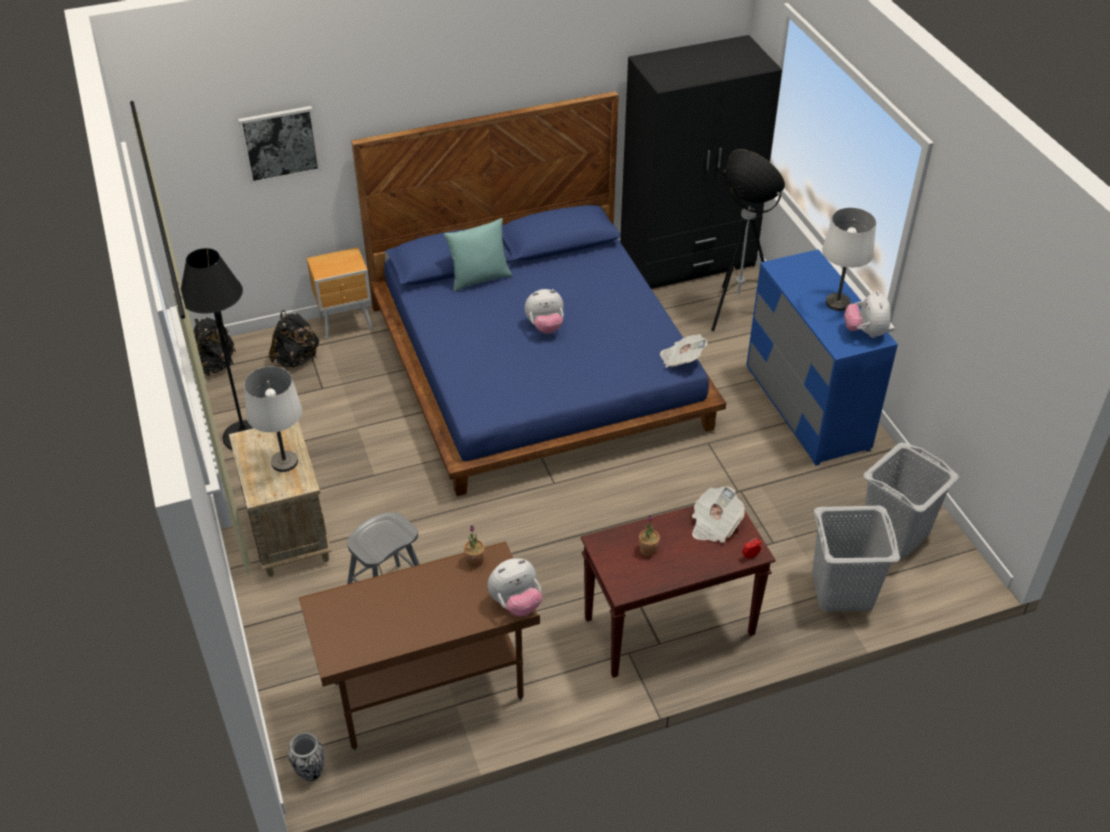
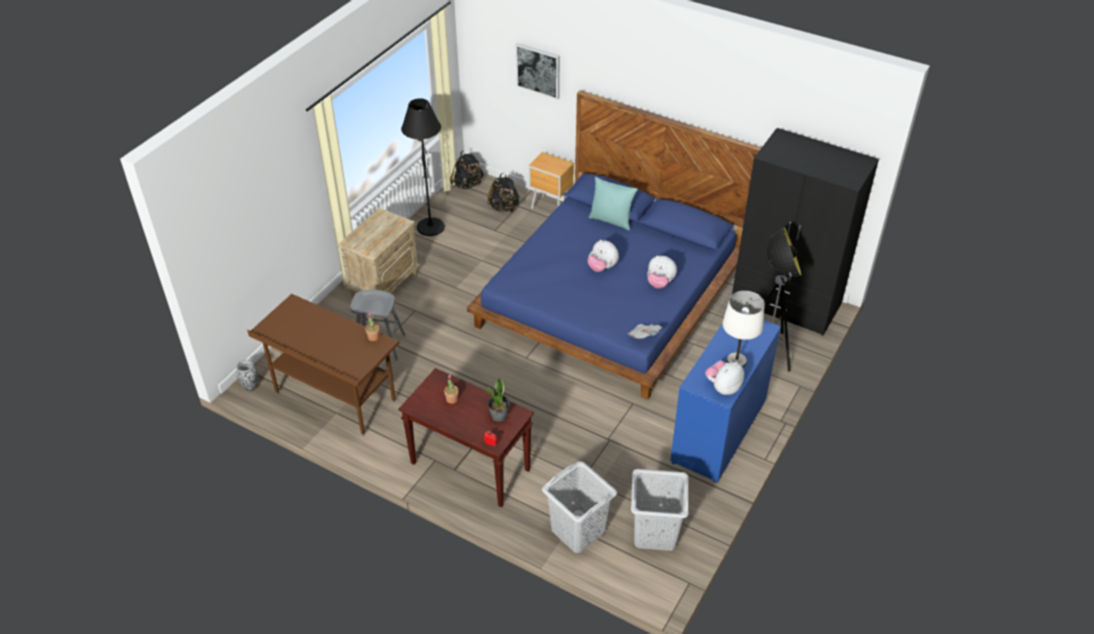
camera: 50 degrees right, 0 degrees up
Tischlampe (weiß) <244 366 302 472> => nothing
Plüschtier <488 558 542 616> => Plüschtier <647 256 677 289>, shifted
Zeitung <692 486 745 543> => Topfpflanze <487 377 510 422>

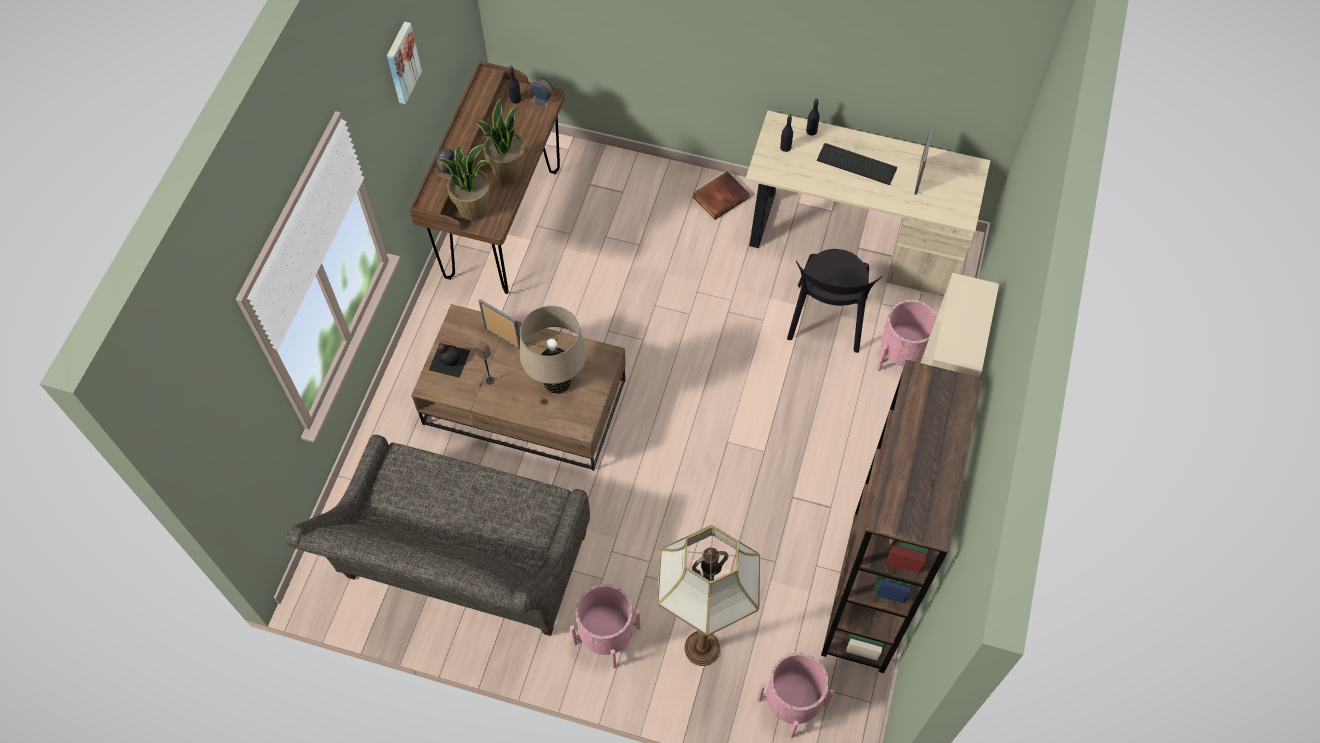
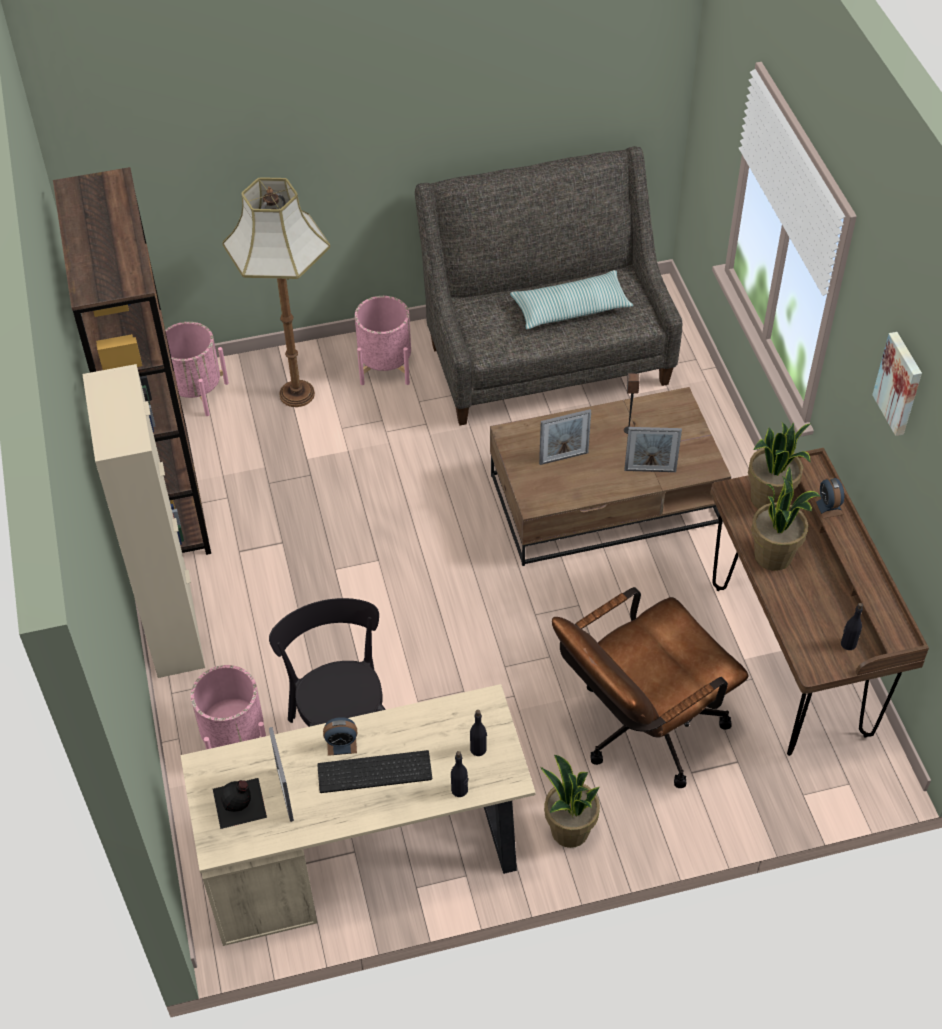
camera: 150 degrees right, 10 degrees down
Flasche (schwarz) <429 343 470 378> => Flasche (schwarz) <213 778 267 829>, shifted
Tischlampe (beige) <520 306 587 394> => Bilderrahmen <539 409 591 465>
Wecker <531 77 555 108> => Wecker <323 717 357 756>, shifted
Buch <693 171 750 220> => Topfpflanze <540 755 600 848>
nothing => Kissen <510 270 633 329>
nothing => Bürostuhl (braun) <552 587 748 788>

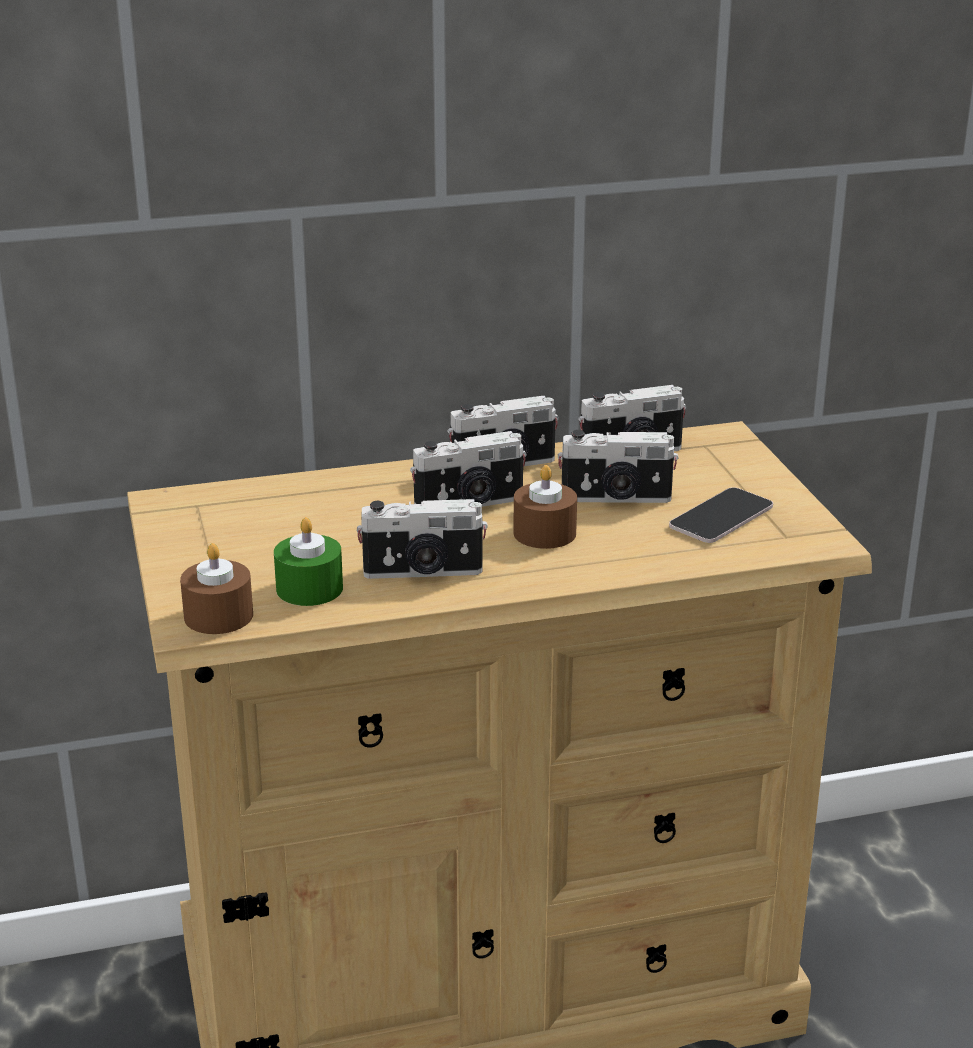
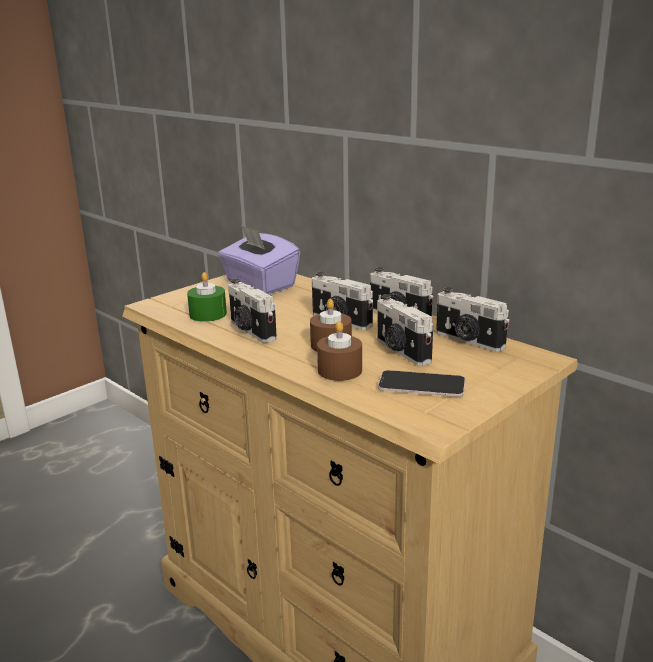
camera: 60 degrees right, 5 degrees down
Kerze (braun) <180 543 253 634> => Kerze (braun) <317 321 362 381>, shifted
nothing => Taschentuchbox (lila) <218 225 300 294>

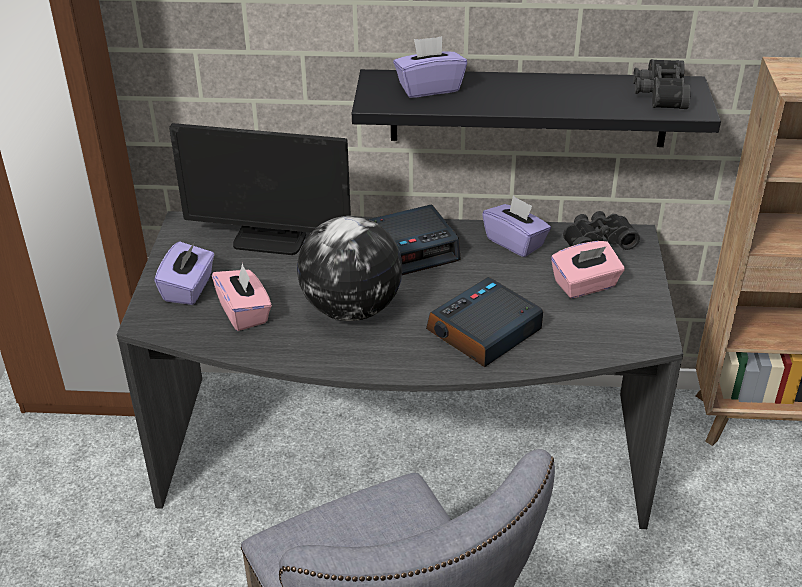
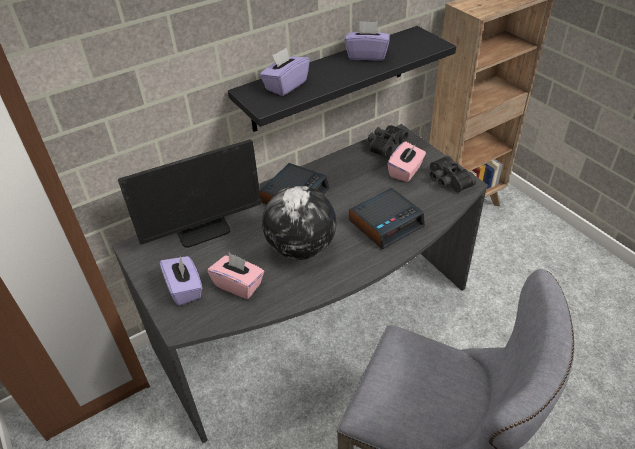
camera: 35 degrees left, 5 degrees up
Wecker <426 277 543 367> => Wecker <349 188 425 250>, 135 degrees counterclockwise
Taschentuchbox (lila) <482 195 551 257> => Taschentuchbox (lila) <345 21 390 61>, shifted
Fernglas (schwarz) <633 59 691 109> => Fernglas (schwarz) <430 156 476 193>, shifted

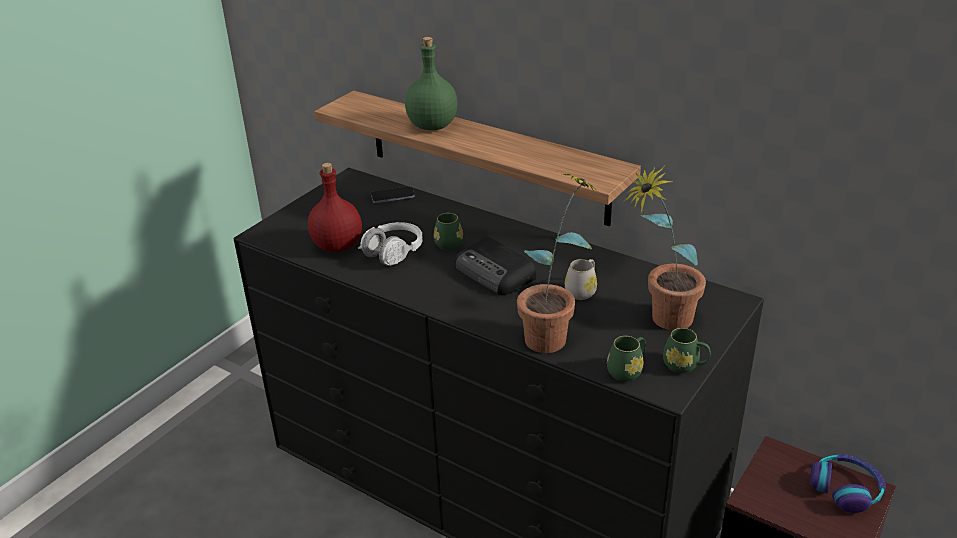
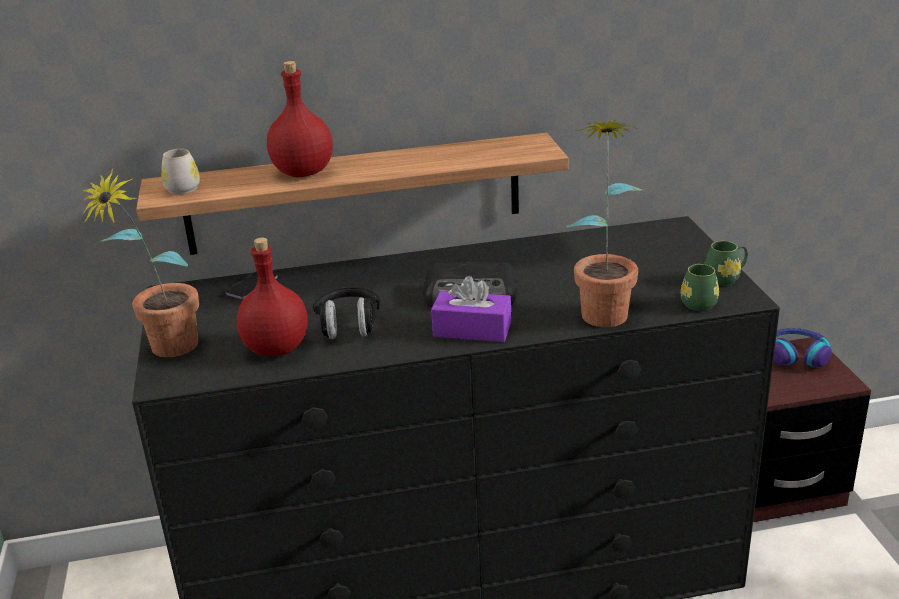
camera: 45 degrees left, 5 degrees down
Kopfhörer (weiß) <358 222 423 266> => Kopfhörer (schwarz) <313 287 381 339>
Flasche (grün) <405 37 458 130> => Flasche (rot) <267 61 333 177>
Henkelbecher (grün) <434 212 463 250> => nothing
Henkelbecher (weiß) <565 259 597 300> => Henkelbecher (weiß) <161 149 200 194>, shifted
Topfpflanze <624 165 706 330> => Topfpflanze <81 168 199 357>, shifted
nothing => Taschentuchbox (lila) <431 276 511 342>

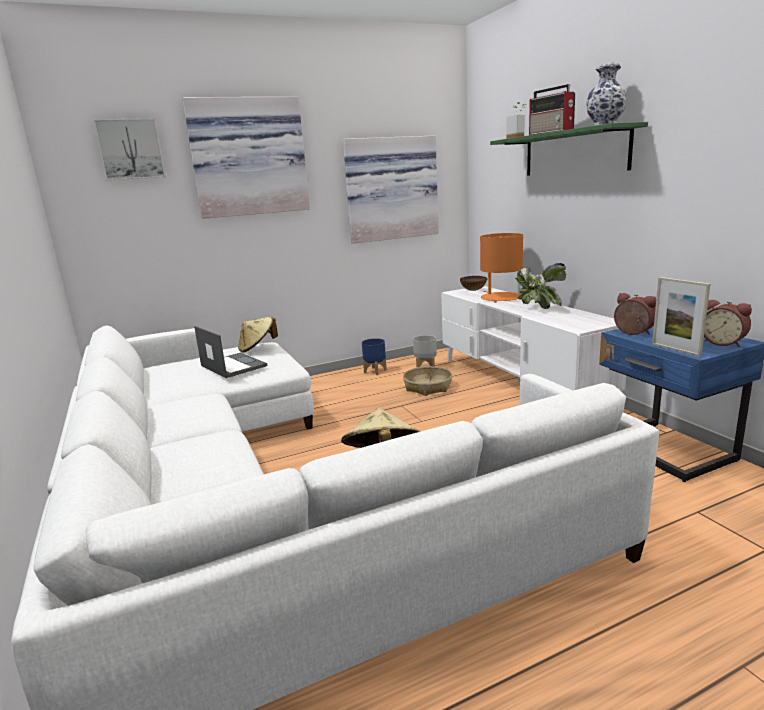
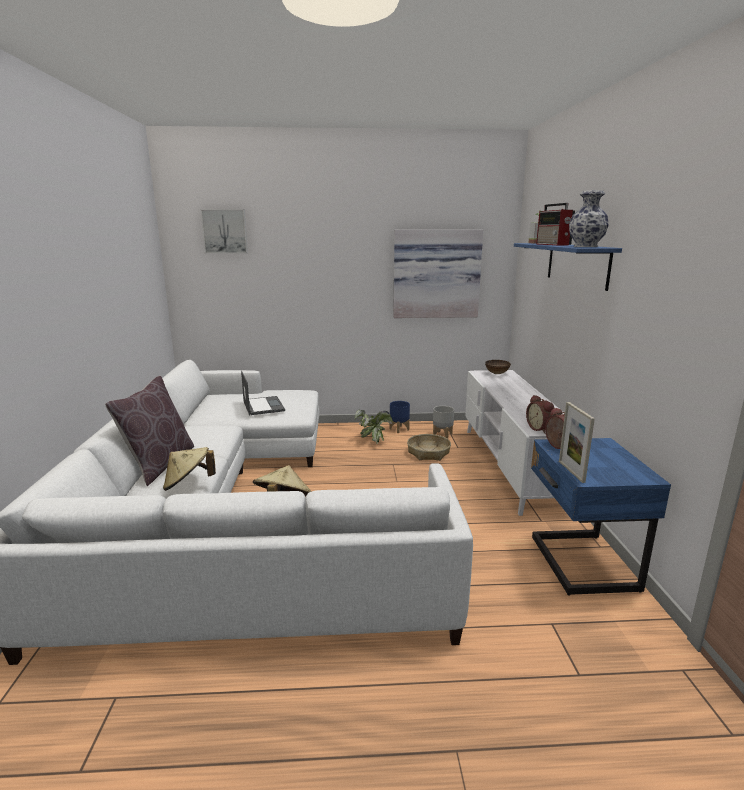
camera: 20 degrees right, 0 degrees up
Bild <182 97 310 219> => nothing
Hut (beige) <238 317 278 353> => Hut (beige) <163 447 216 491>, shifted
Tischlampe (orange) <480 233 523 303> => nothing
Wandregal (grün) <490 122 648 176> => Wandregal (blau) <514 243 622 291>
Topfpflanze <516 263 566 309> => Topfpflanze <355 410 393 444>, shifted
Wecker <704 300 752 347> => Wecker <526 395 554 434>, shifted
nothing => Kissen (braun) <105 376 194 486>

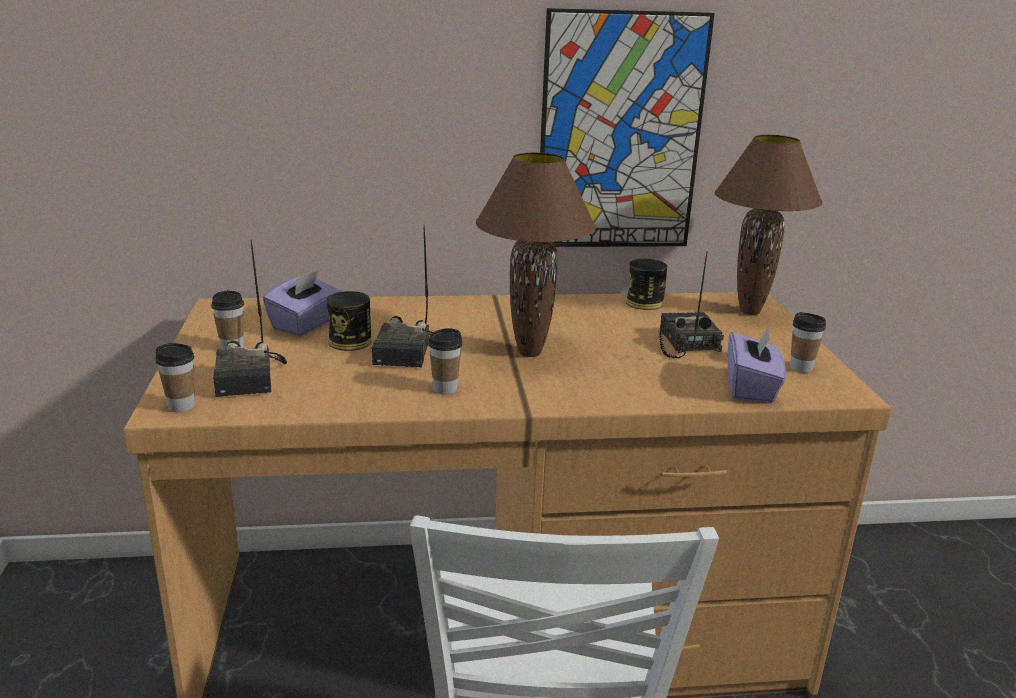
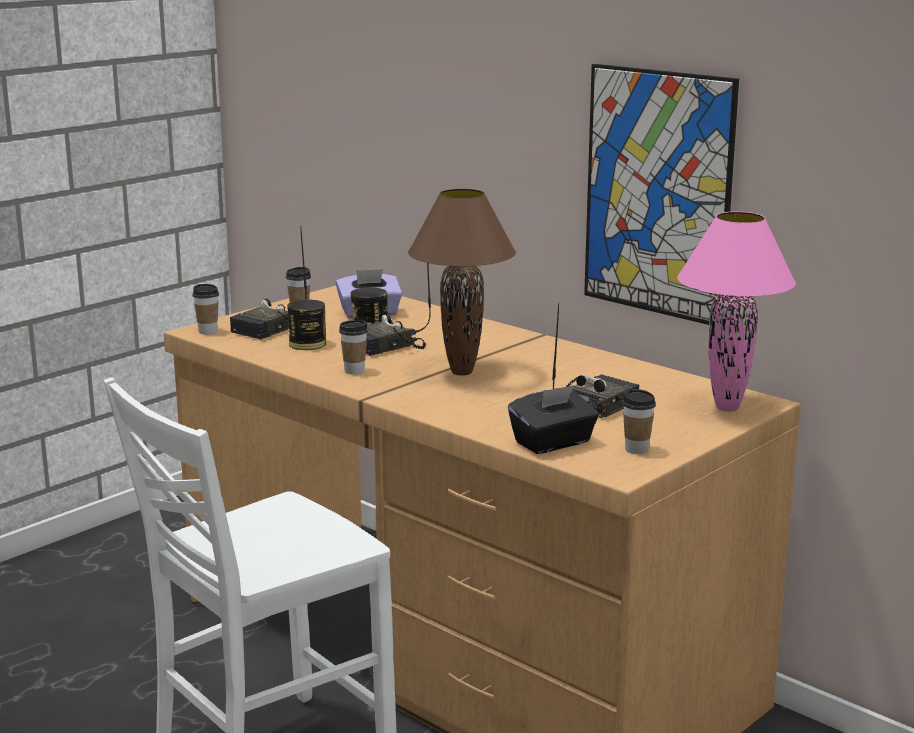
camera: 50 degrees right, 5 degrees down
Dose <626 259 667 310> => Dose <287 300 326 350>, shifted
Tischlampe (braun) <715 135 822 315> => Tischlampe (rosa) <677 212 796 412>
Taschentuchbox (lila) <727 327 786 403> => Taschentuchbox (schwarz) <508 385 599 454>

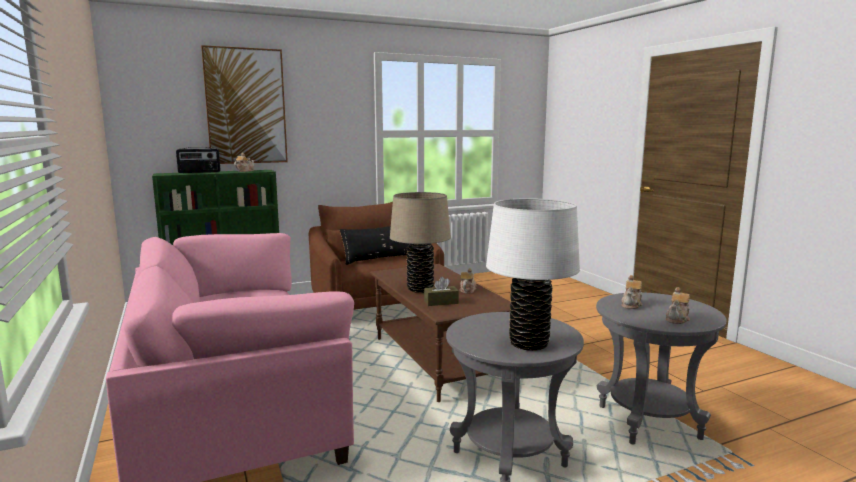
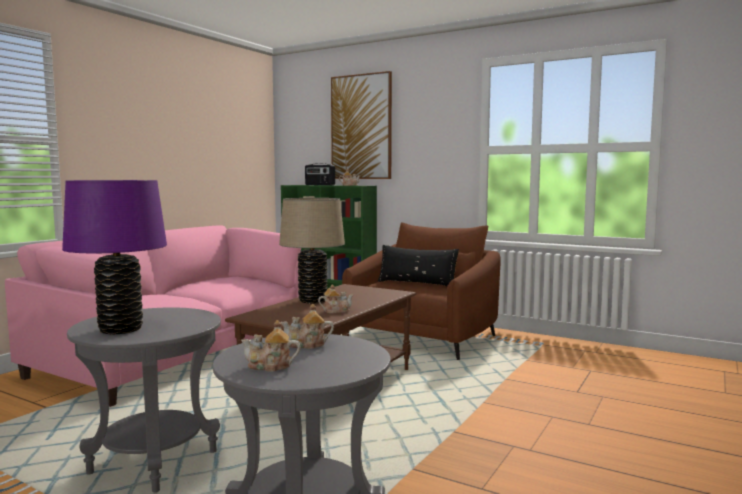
camera: 55 degrees right, 5 degrees down
Taschentuchbox (braun) <424 277 459 306> => nothing
Tischlampe (weiß) <486 198 580 351> => Tischlampe (lila) <62 180 167 335>

